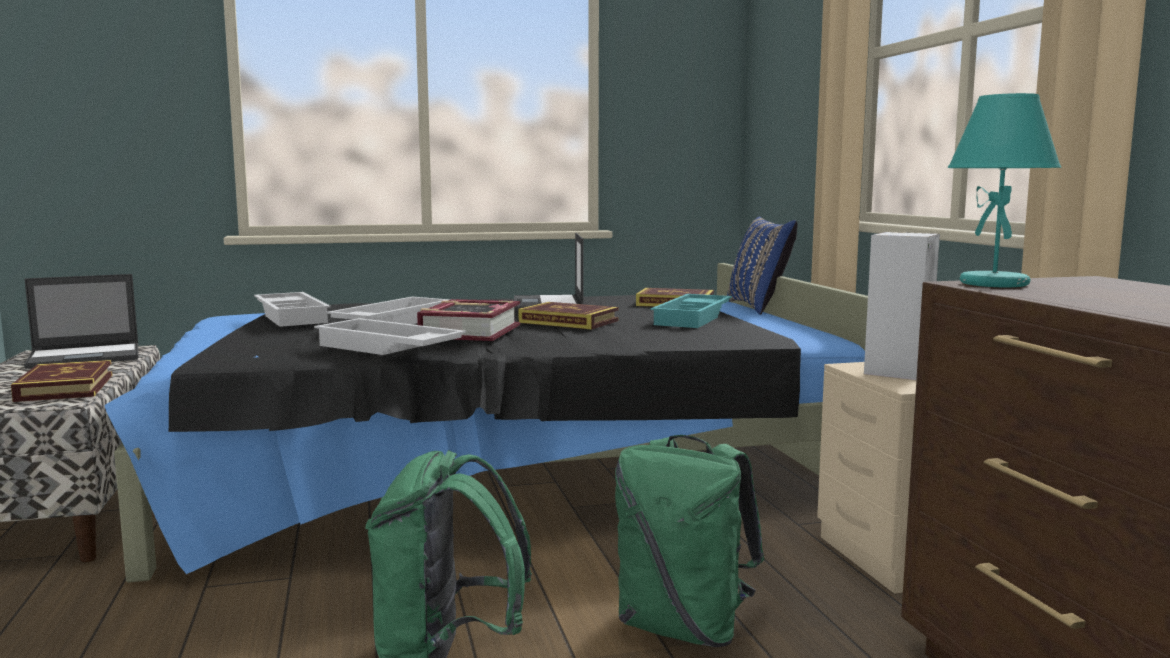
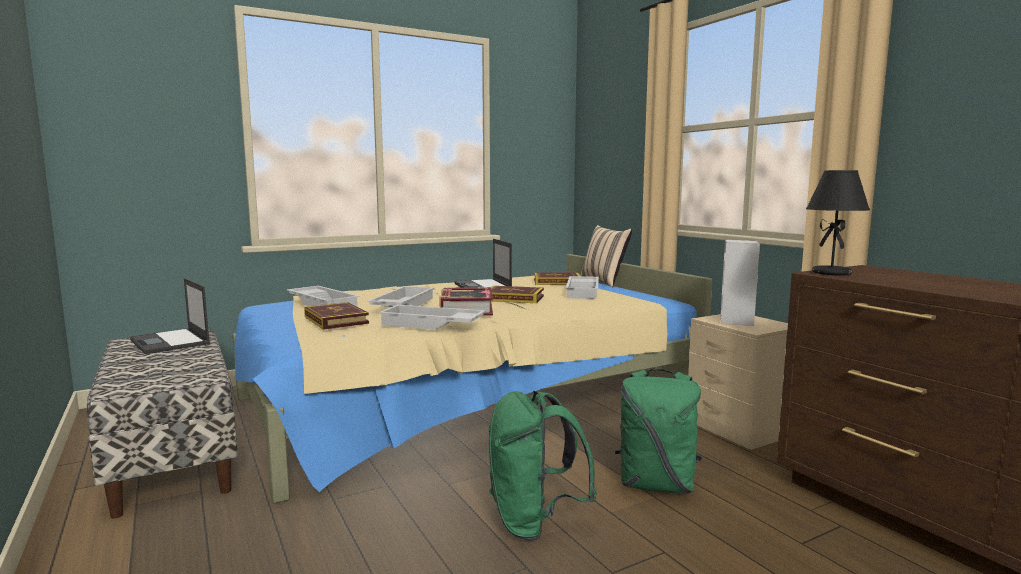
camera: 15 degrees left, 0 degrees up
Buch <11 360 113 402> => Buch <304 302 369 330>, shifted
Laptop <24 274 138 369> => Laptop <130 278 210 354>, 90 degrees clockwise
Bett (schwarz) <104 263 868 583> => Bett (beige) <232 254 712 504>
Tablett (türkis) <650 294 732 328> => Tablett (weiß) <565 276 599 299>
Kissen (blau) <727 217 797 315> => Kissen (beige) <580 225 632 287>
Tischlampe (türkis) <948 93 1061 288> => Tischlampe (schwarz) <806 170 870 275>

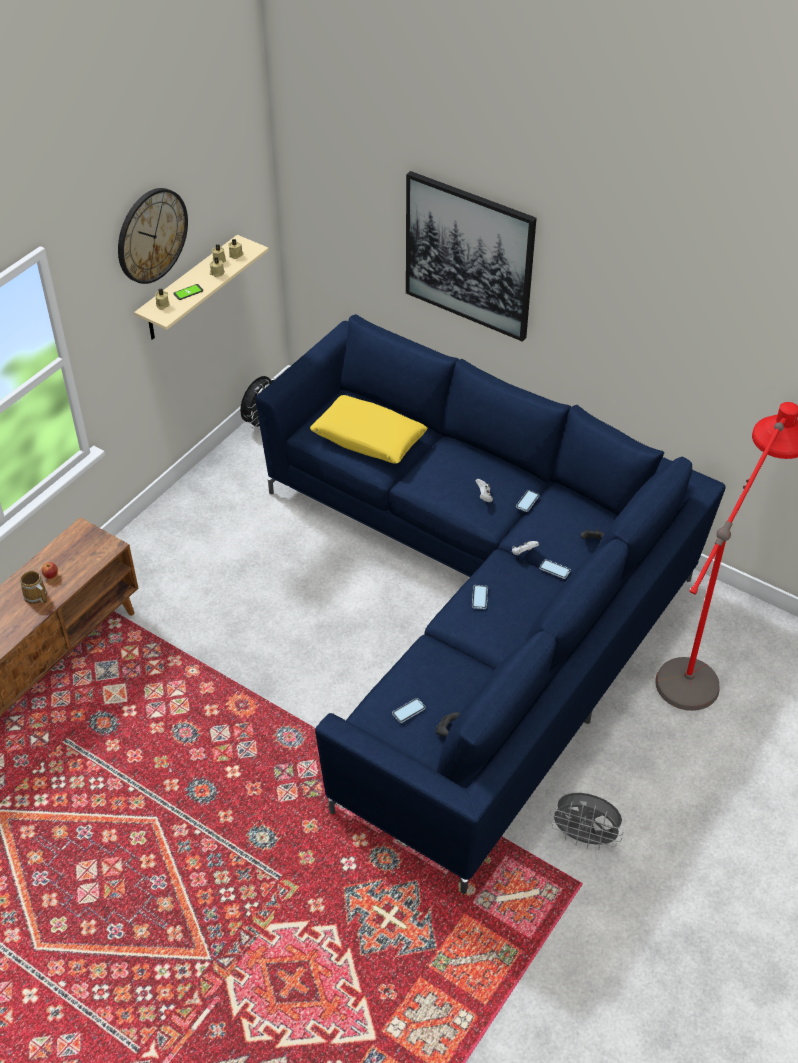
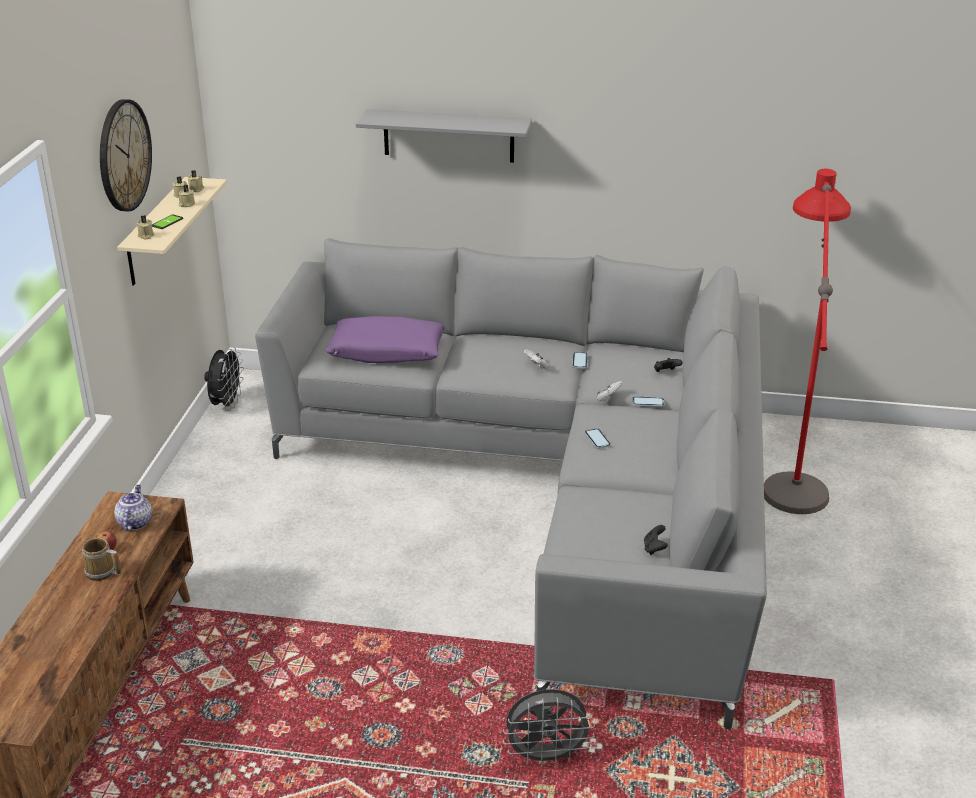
camera: 25 degrees left, 15 degrees down
Sofa (blau) <255 314 726 894> => Sofa (grau) <255 238 767 730>
Kissen (gelb) <310 395 428 463> => Kissen (lila) <325 316 445 363>
Handy <392 698 426 723> => nothing
Bild <406 171 537 342> => Wandregal (grau) <356 109 532 163>
Ventilator (grau) <549 793 624 850> => Ventilator (grau) <503 689 595 768>, shifted
nothing => Teekanne <114 485 152 531>

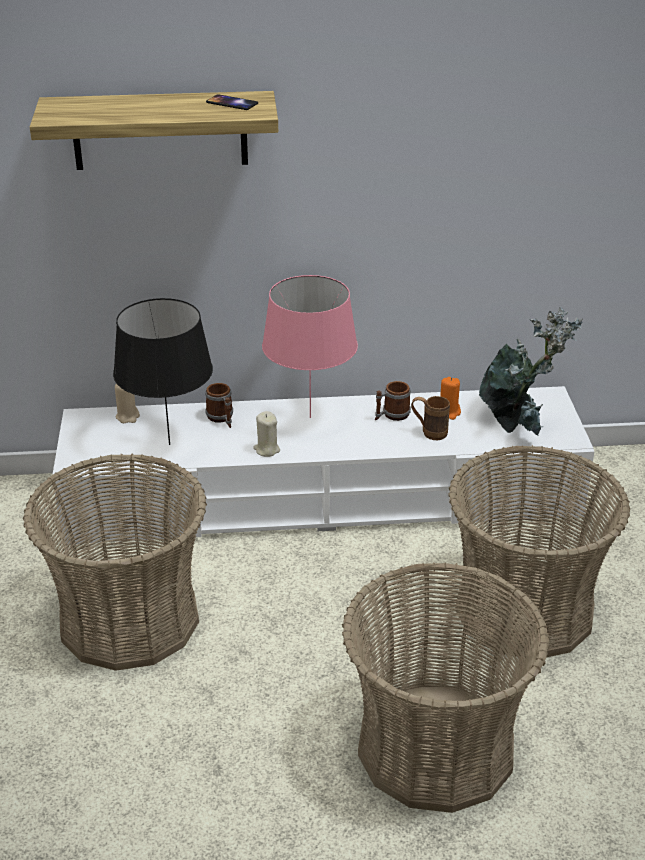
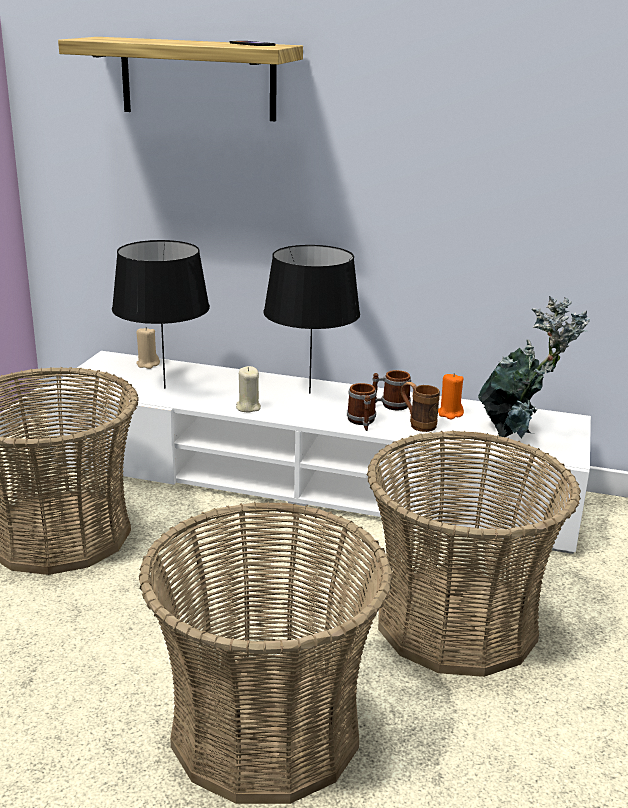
camera: 20 degrees right, 10 degrees down
Henkelbecher <205 383 233 428> => Henkelbecher <347 383 376 431>, shifted
Tischlampe (rosa) <262 275 358 418> => Tischlampe (schwarz) <264 245 360 393>

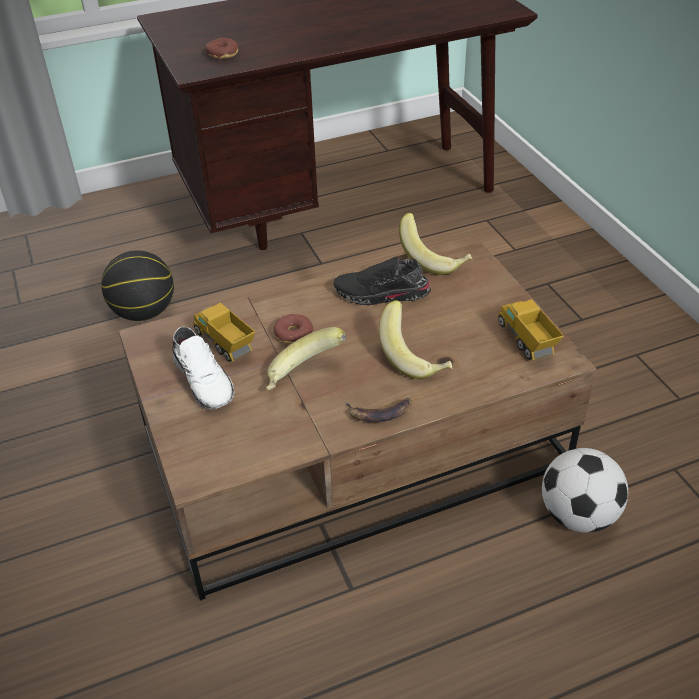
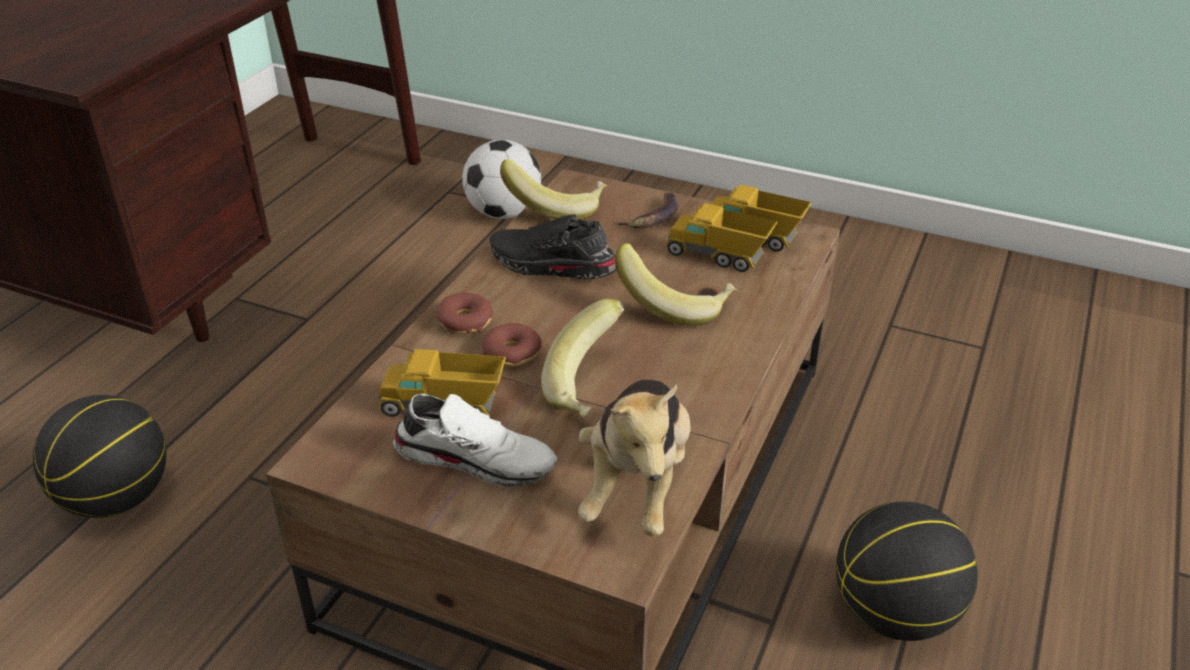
camera: 45 degrees left, 5 degrees down
Donut <206 38 239 60> => Donut <437 292 493 334>, shifted
Schuh (schwarz) <333 257 431 306> => Schuh (schwarz) <489 214 616 279>, 60 degrees clockwise
Banane <346 398 412 422> => Banane <614 192 679 229>, shifted
Fußball <542 448 628 533> => Fußball <462 140 541 219>, shifted
nothing => Plüschtier <578 379 690 537>
nothing => Spielzeuglaster <665 203 778 272>
nothing => Basketball <836 501 978 641>

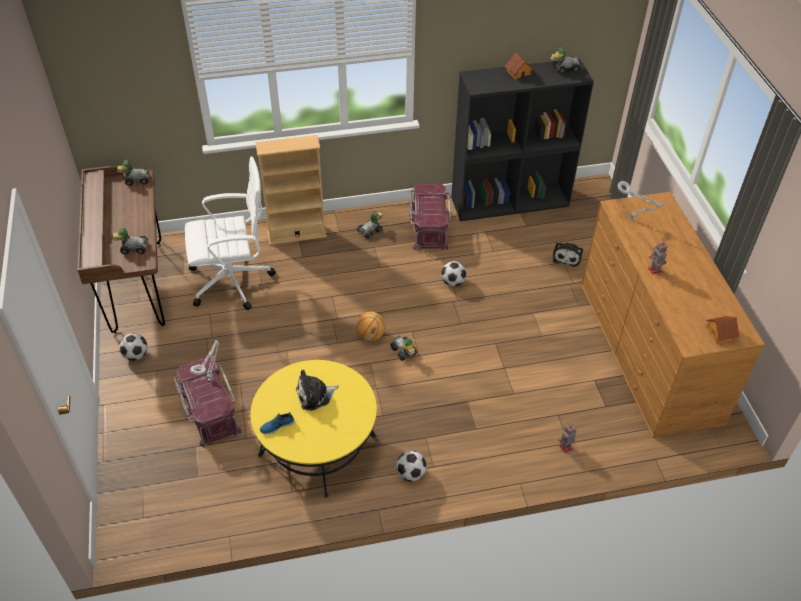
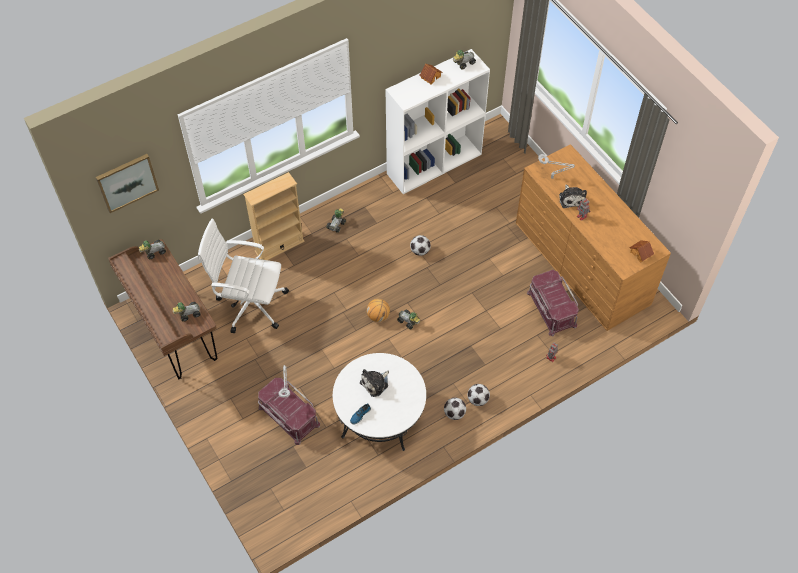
camera: 20 degrees left, 10 degrees up
Fußball <119 333 148 361> => Fußball <468 384 490 406>, shifted
Bürostuhl (weiß) <185 156 276 310> => Bürostuhl (weiß) <198 219 289 333>, 135 degrees counterclockwise
Couchtisch (gelb) <250 360 377 498> => Couchtisch (weiß) <333 353 426 451>
Aufbewahrungsbox (rot) <409 184 451 251> => Aufbewahrungsbox (rot) <527 270 579 336>, shifted
Bücherregal (schwarz) <451 58 594 221> => Bücherregal (weiß) <386 49 490 194>
Plüschtier <553 242 583 267> => Plüschtier <559 185 587 208>, shifted
nothing => Bild <96 154 159 213>

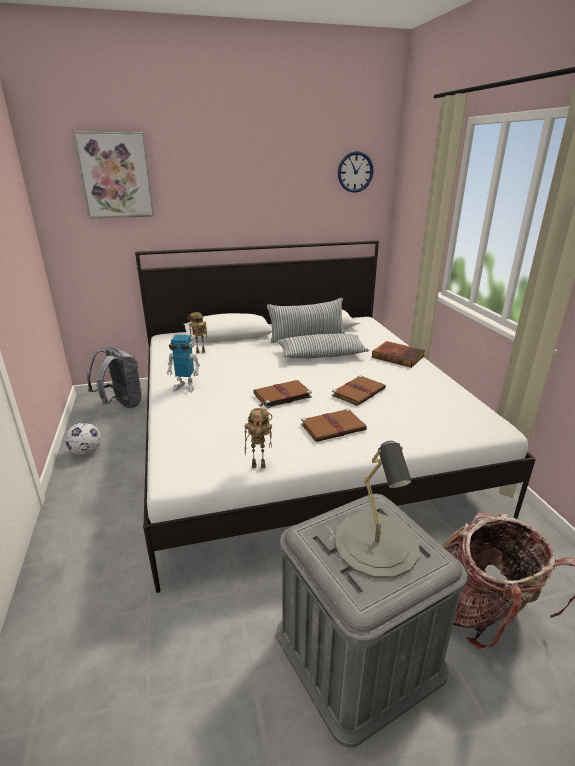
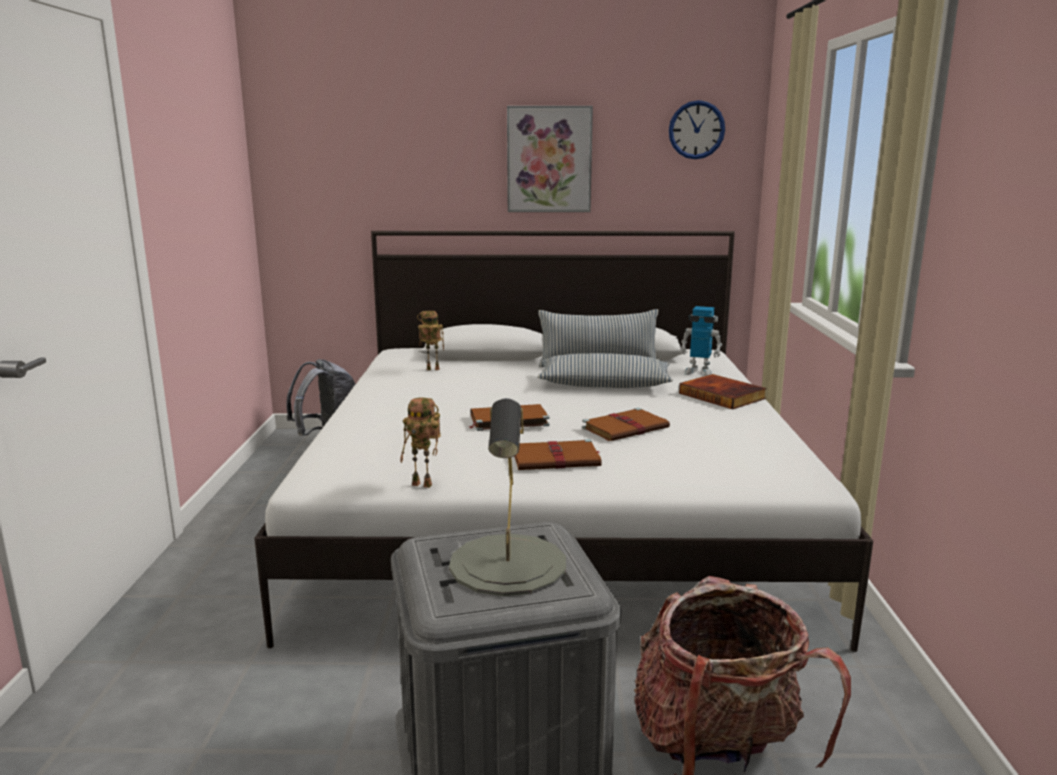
camera: 15 degrees right, 10 degrees down
Fußball <65 422 101 455> => nothing
Bild <73 132 154 219> => Bild <507 106 593 212>, shifted
Spielzeugroboter <167 335 200 392> => Spielzeugroboter <679 306 722 376>, shifted

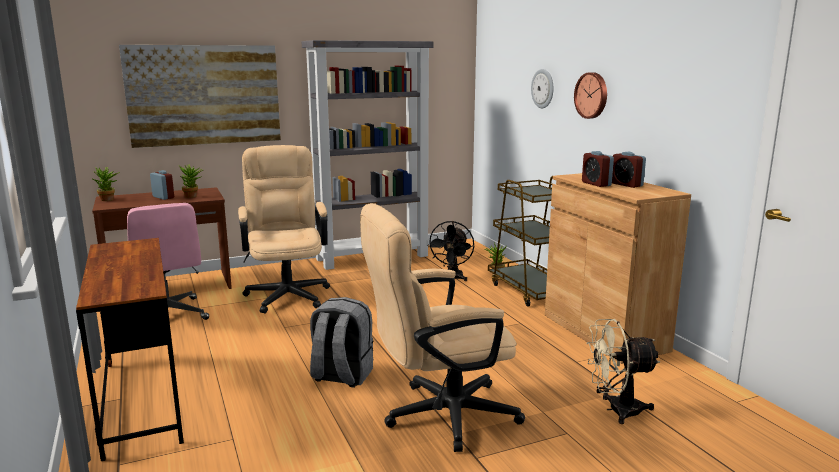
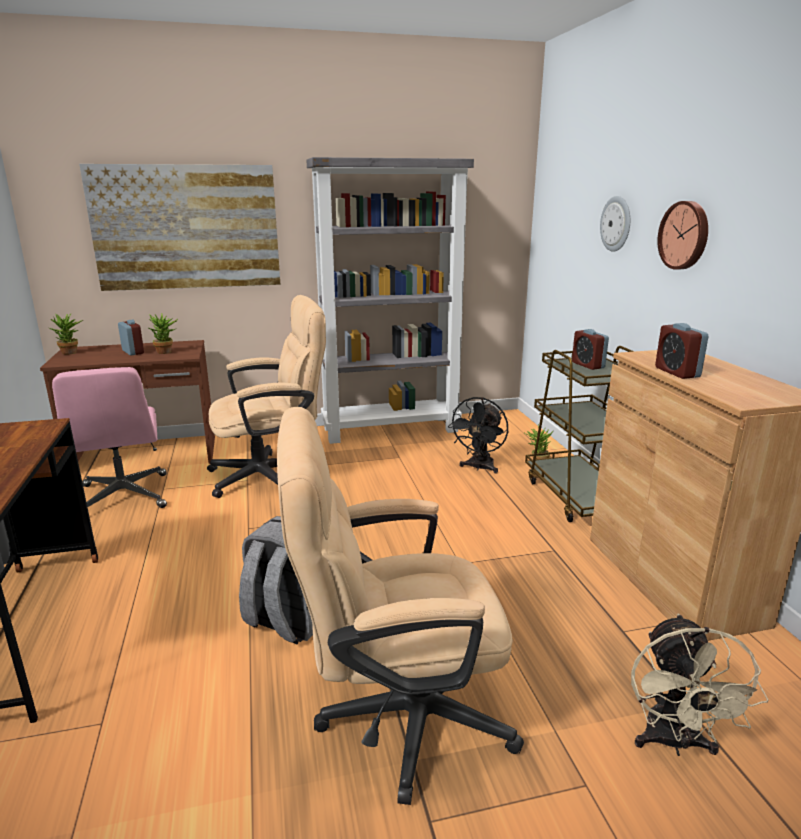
camera: 10 degrees right, 5 degrees up
Bürostuhl (beige) <238 145 330 314> => Bürostuhl (beige) <207 295 326 498>, 75 degrees clockwise
Ventilator (beige) <586 319 660 424> => Ventilator (beige) <631 614 769 756>, 90 degrees counterclockwise
Wecker <612 152 646 188> => Wecker <572 329 609 370>, shifted

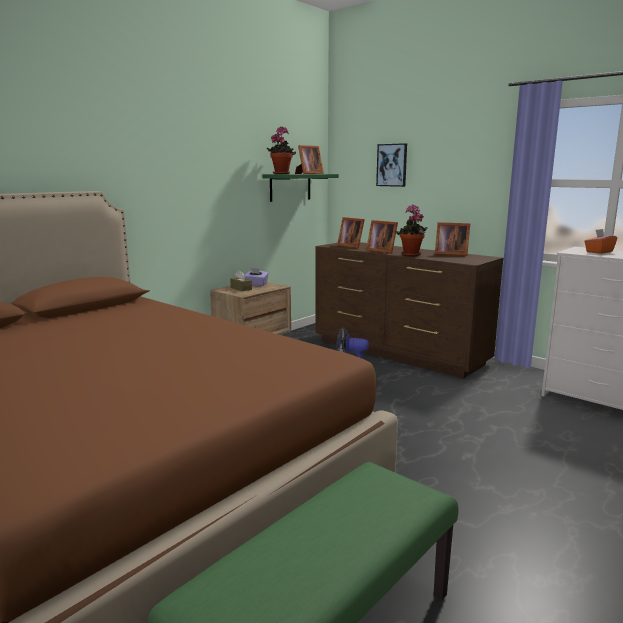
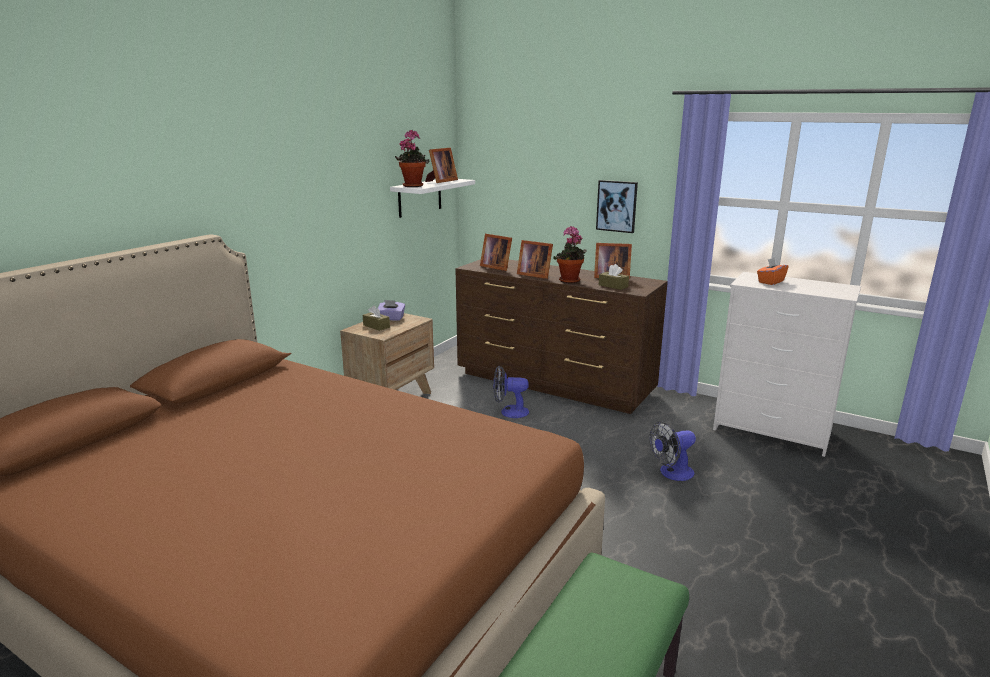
camera: 10 degrees left, 5 degrees up
Wandregal (grün) <262 174 339 202> => Wandregal (weiß) <390 179 475 218>
Bild <376 143 407 187> => Bild <596 180 638 233>, shifted
nothing => Taschentuchbox (braun) <599 264 629 290>
nothing => Ventilator <649 421 696 481>

